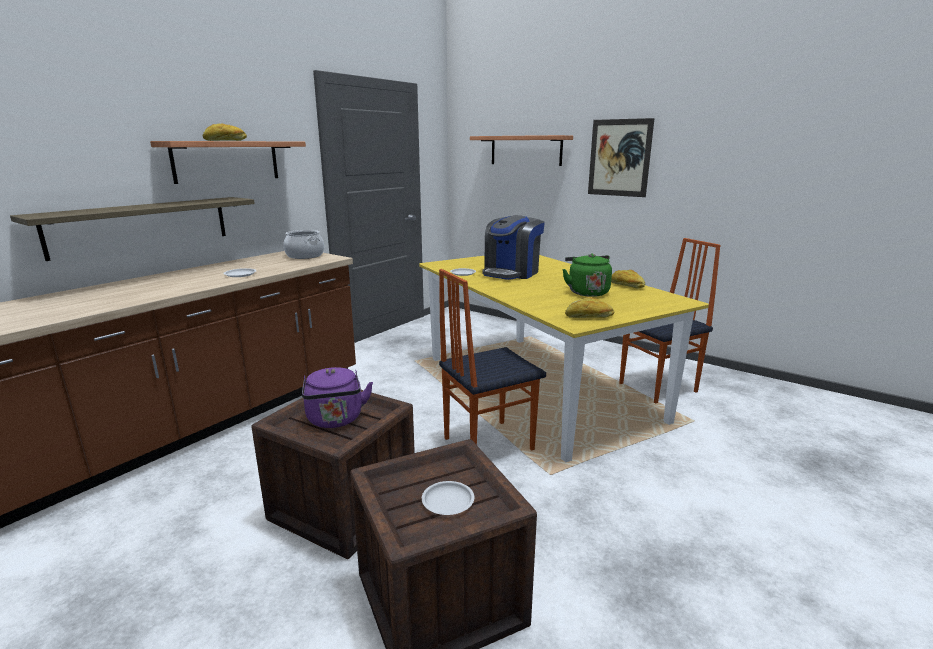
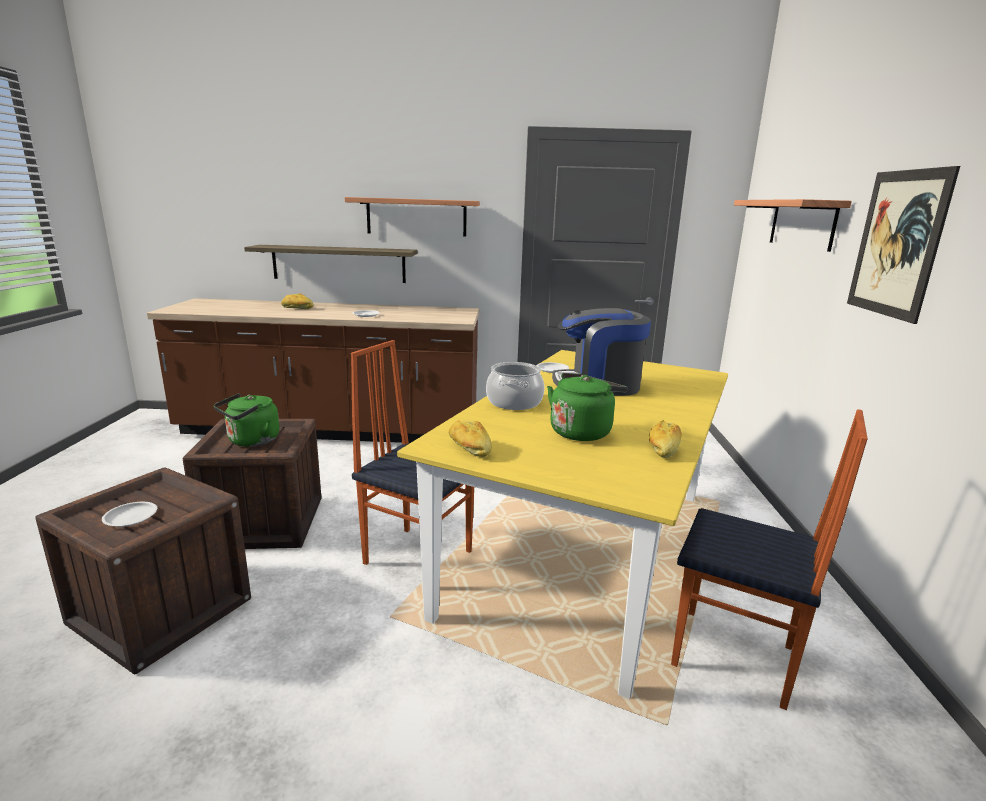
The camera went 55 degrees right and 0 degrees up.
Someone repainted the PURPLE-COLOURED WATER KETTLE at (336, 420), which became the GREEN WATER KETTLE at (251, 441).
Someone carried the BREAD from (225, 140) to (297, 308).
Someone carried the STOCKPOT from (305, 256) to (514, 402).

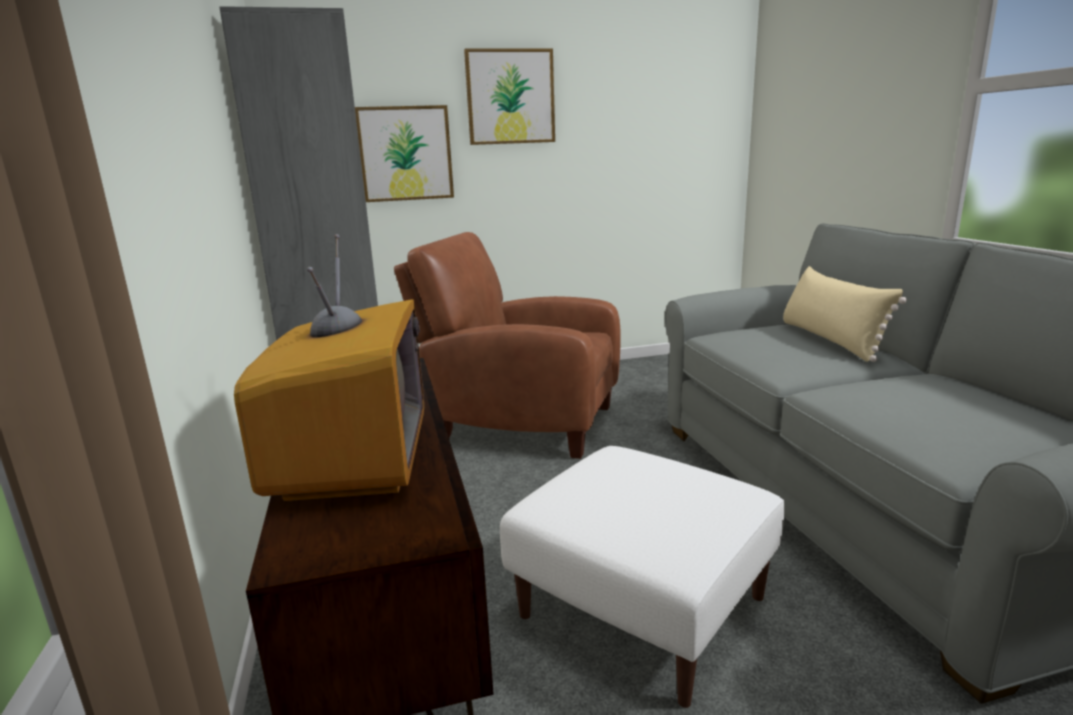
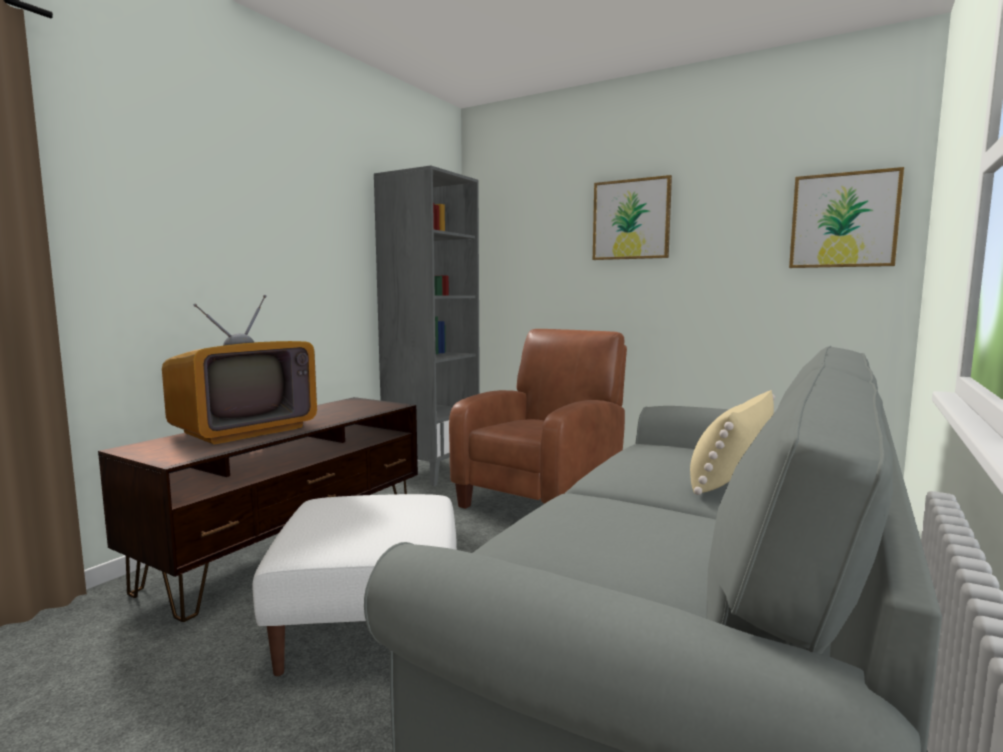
The camera went 45 degrees right and 10 degrees down.
Someone rotated the BROWNISH ARMCHAIR at (519, 423) by 60 degrees clockwise.
Someone carried the PICTURE from (405, 154) to (843, 220).

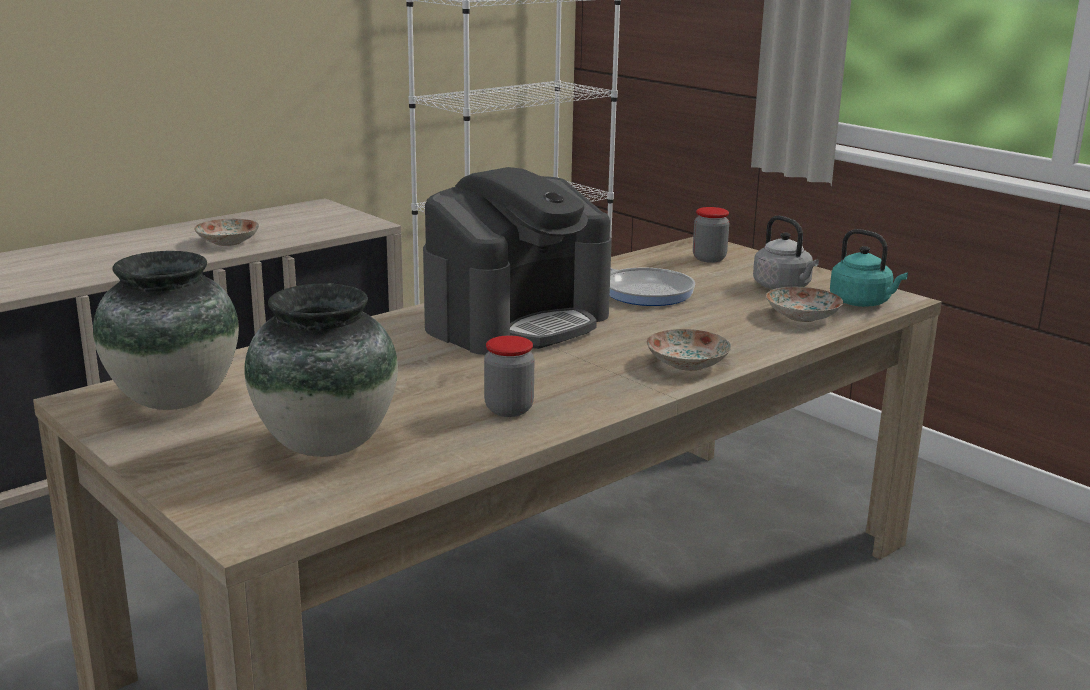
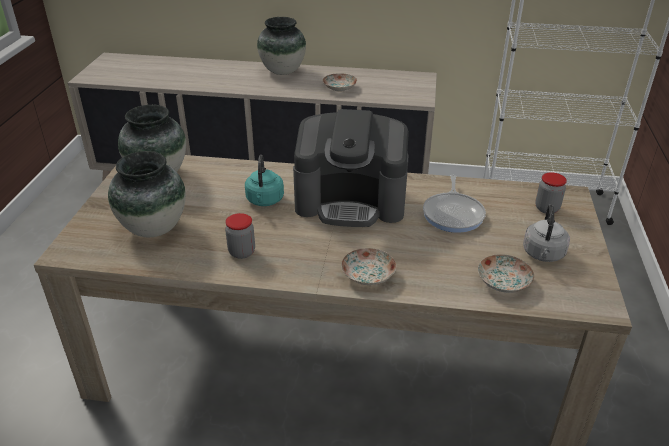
The camera went 50 degrees right and 15 degrees up.
Someone carried the TURQUOISE WATER KETTLE from (862, 303) to (264, 201).
Someone put down the FLOWER VASE at (283, 71).

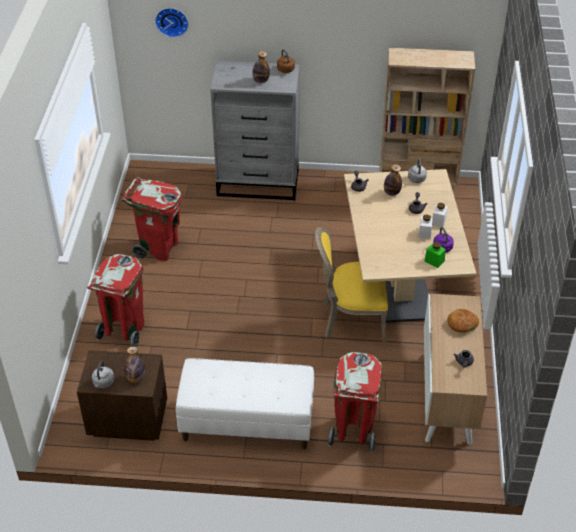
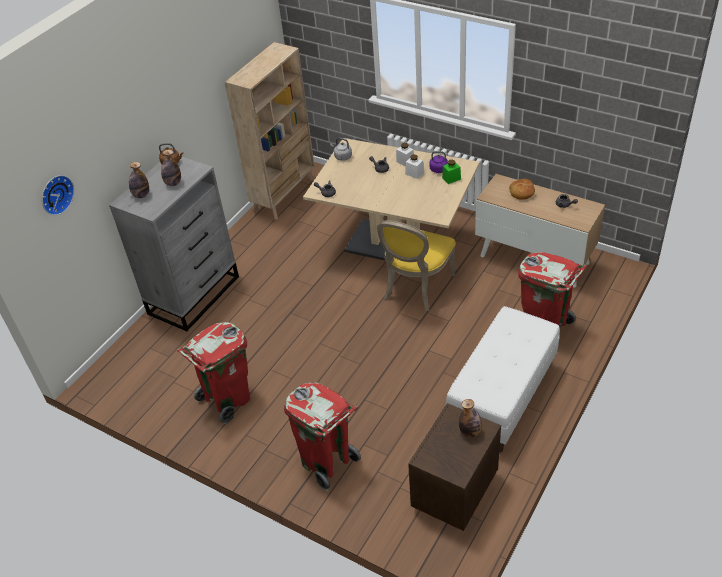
The camera went 60 degrees left and 0 degrees up.
Someone carried the BOTTLE from (391, 193) to (141, 195).
Someone took away the GREYISH WATER KETTLE at (103, 383).

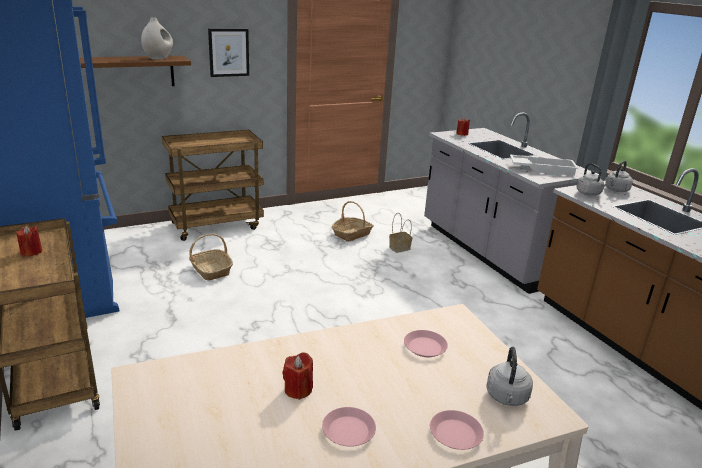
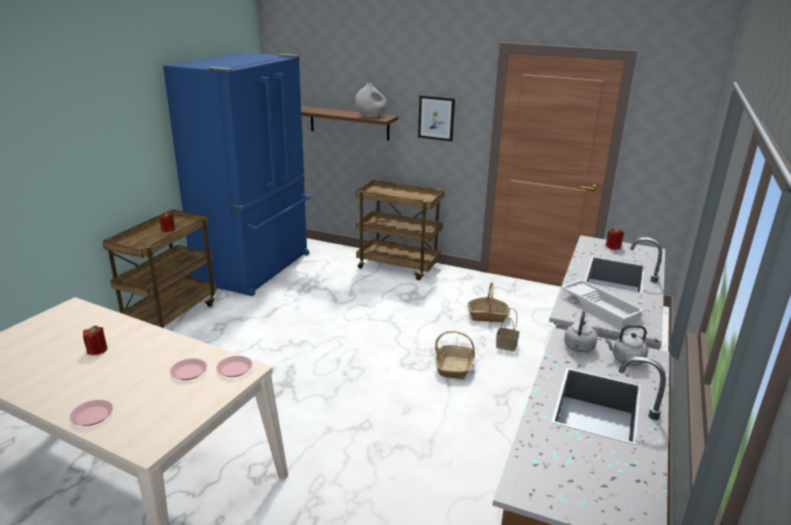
The camera went 50 degrees right and 0 degrees up.
Someone carried the PINKISH DINNER PLATE from (348, 431) to (235, 369).
Someone carried the BASKET from (210, 270) to (454, 367).
Someone took away the GREYISH WATER KETTLE at (507, 398).

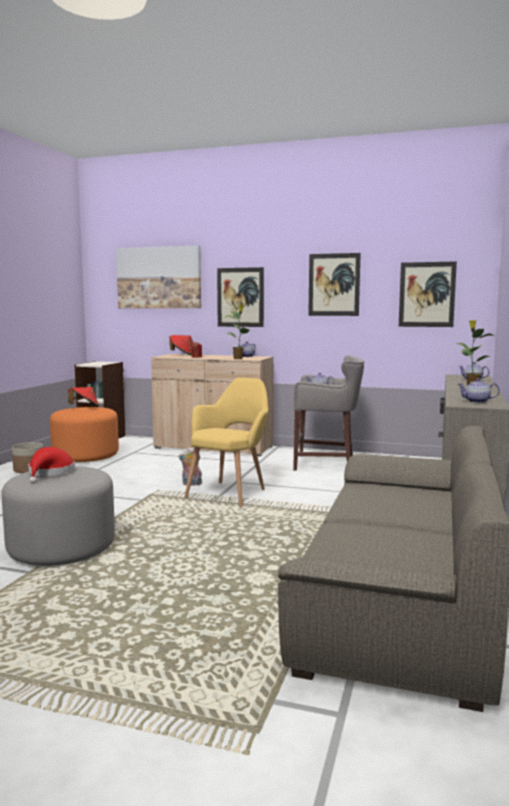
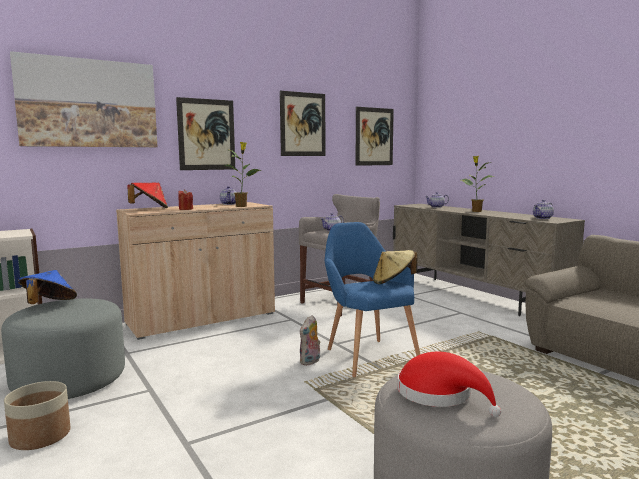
The camera went 50 degrees left and 0 degrees up.
Someone repainted the ORANGE-COLOURED POUFFE at (85, 455), which became the GREYISH POUFFE at (69, 380).
Someone repainted the RED CLOTHING HAT at (85, 407), which became the BLUISH CLOTHING HAT at (49, 305).
Someone repainted the YELLOWISH ARMCHAIR at (231, 492), which became the BLUISH ARMCHAIR at (367, 355).
Someone put down the BEIGE CLOTHING HAT at (393, 282).

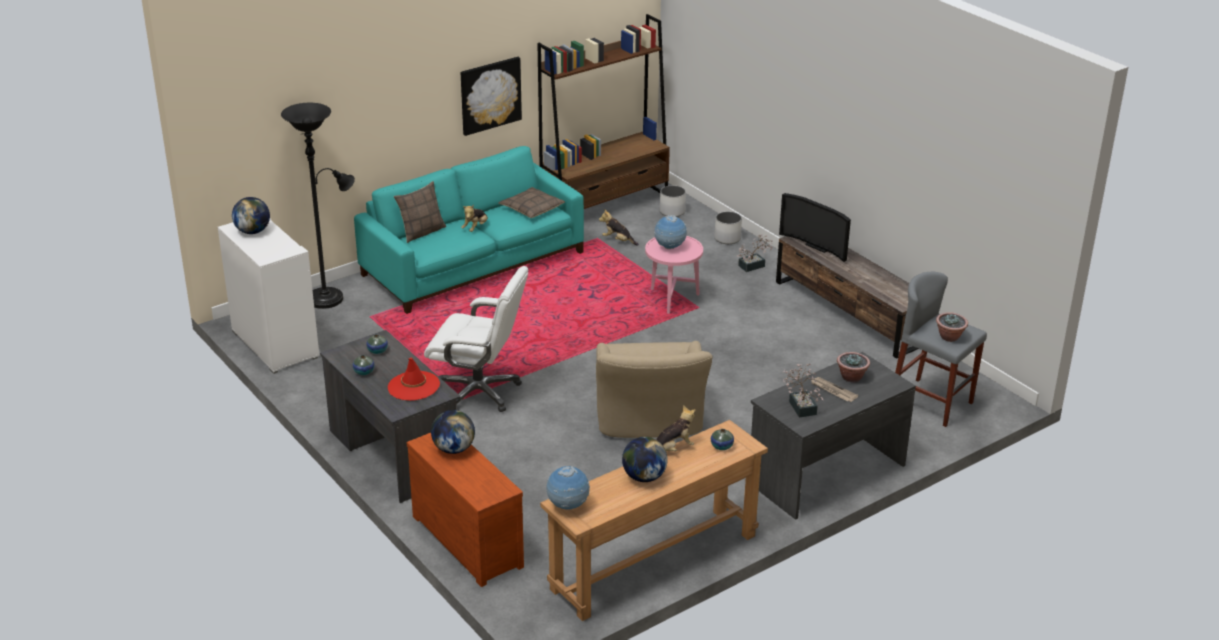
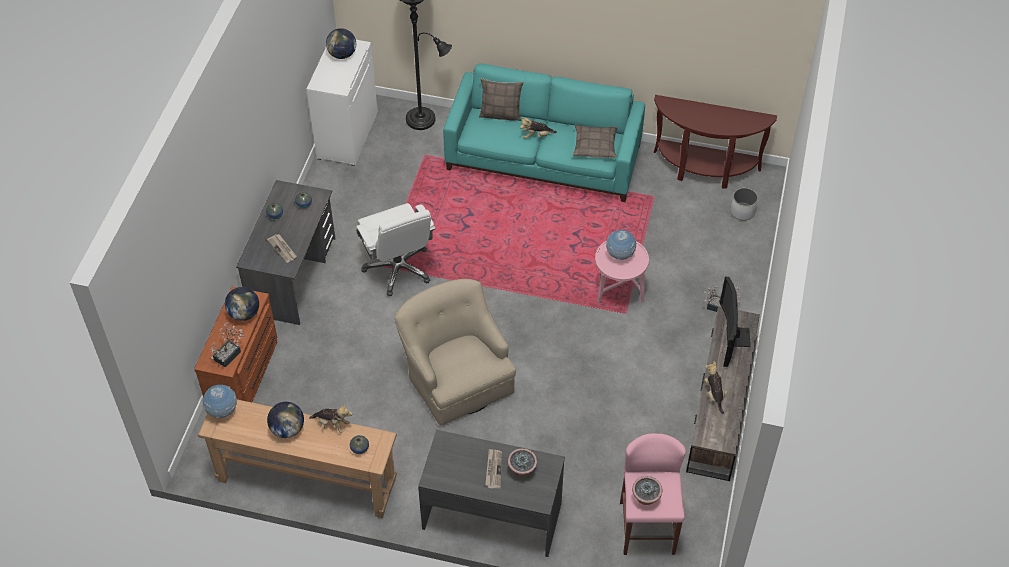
The camera went 50 degrees right and 20 degrees up.
Someone carried the PLANT IN A POT from (801, 405) to (230, 354).
Someone swapped the RED CLOTHING HAT at (413, 386) for the NEWSPAPER at (283, 249).
Someone rotated the BEIGE ARMCHAIR at (649, 420) by 105 degrees clockwise.
Someone repainted the GREYISH SITTING STOOL at (931, 402), which became the PINKISH SITTING STOOL at (647, 528).
Someone swapped the BROWNISH SHELVING UNIT at (605, 206) for the BROWNISH HALL TABLE at (704, 170).
Someone carried the SOFT TOY from (618, 240) to (714, 394).
Someone took away the PICTURE at (490, 95).
Someone took away the WHITE PLANT POT at (727, 238).

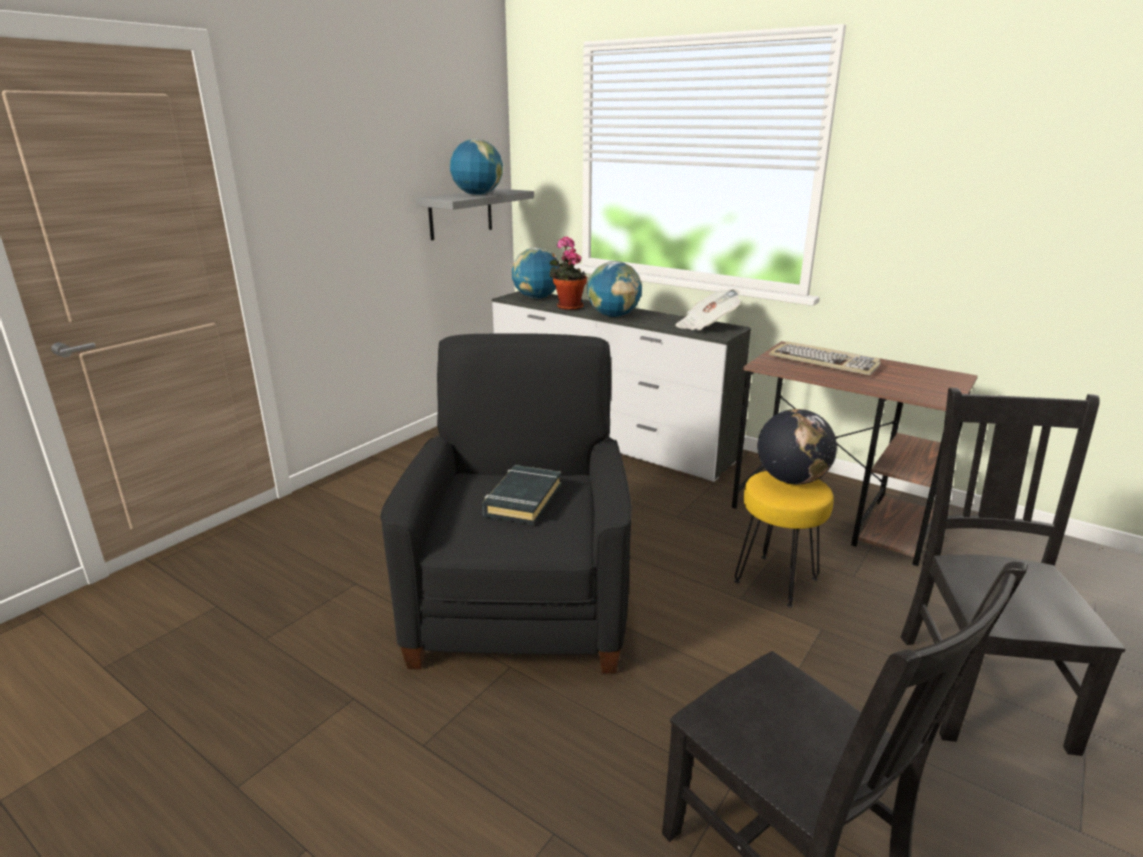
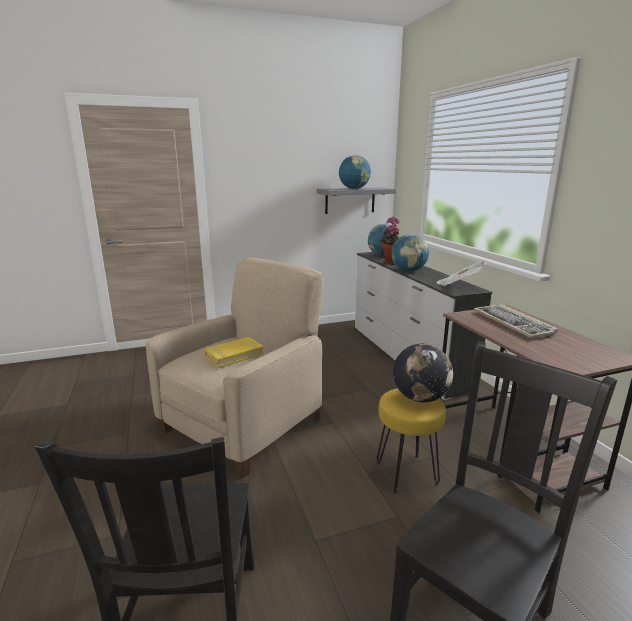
The camera went 35 degrees right and 5 degrees down.
Someone repainted the BLACK-COLOURED ARMCHAIR at (521, 605), which became the BEIGE ARMCHAIR at (244, 424).
Someone repainted the BLACK-COLOURED BOOK at (522, 500), which became the YELLOWISH BOOK at (234, 355).

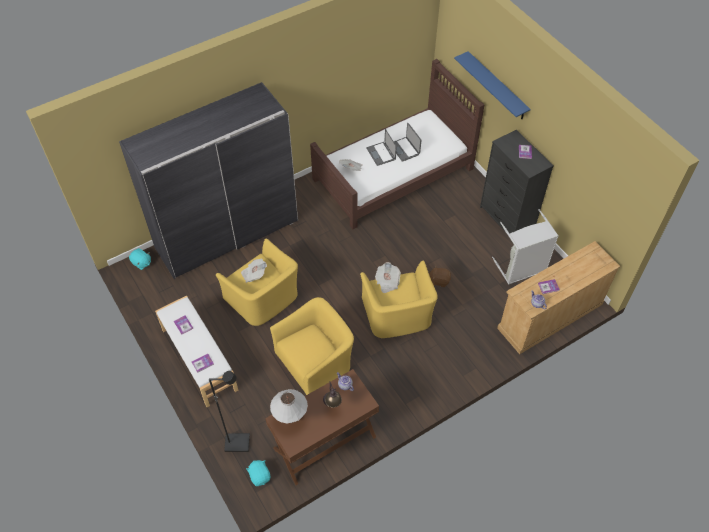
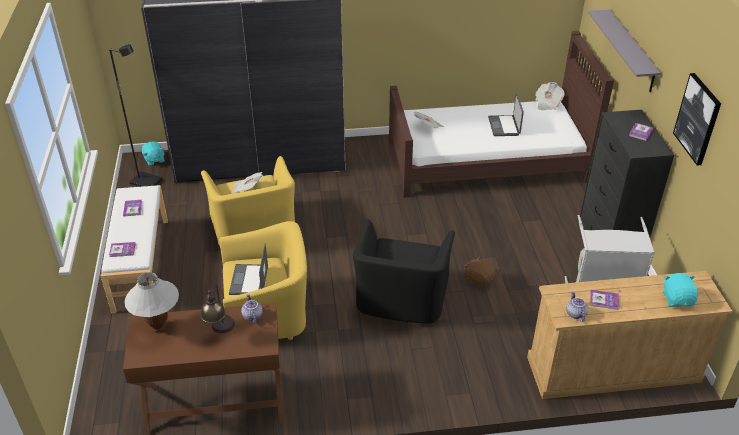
The camera went 25 degrees right and 15 degrees down.
Someone carried the BLACK-COLOURED STANDARD LAMP from (237, 442) to (147, 182).
Someone carried the NOTEBOOK COMPUTER from (381, 154) to (249, 280).
Someone repainted the YELLOWISH ARMCHAIR at (397, 315), which became the BLACK-COLOURED ARMCHAIR at (401, 298).
Someone carried the NEWSPAPER from (387, 282) to (547, 104).
Someone repainted the BLUISH WALL SHELF at (497, 86), which became the GREYISH WALL SHELF at (631, 51).
Someone carried the TURQUOISE SOFT TOY from (260, 476) to (677, 299).
Someone put up the PICTURE at (698, 119).

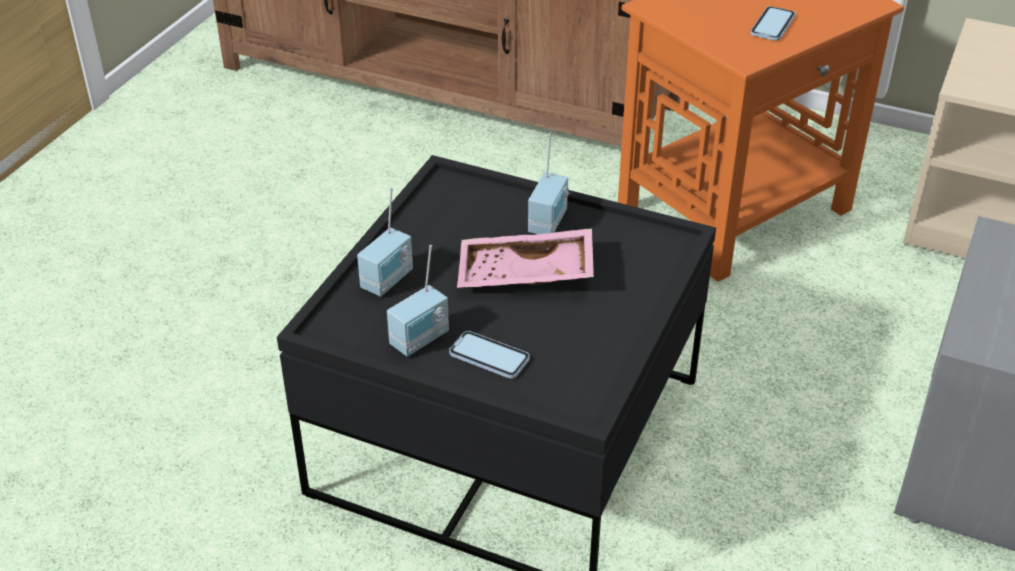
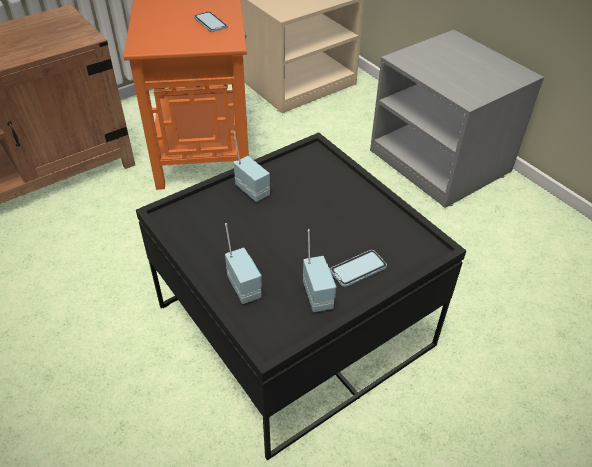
The camera went 60 degrees left and 5 degrees up.
Someone took away the PINKISH TRAY at (525, 275).

